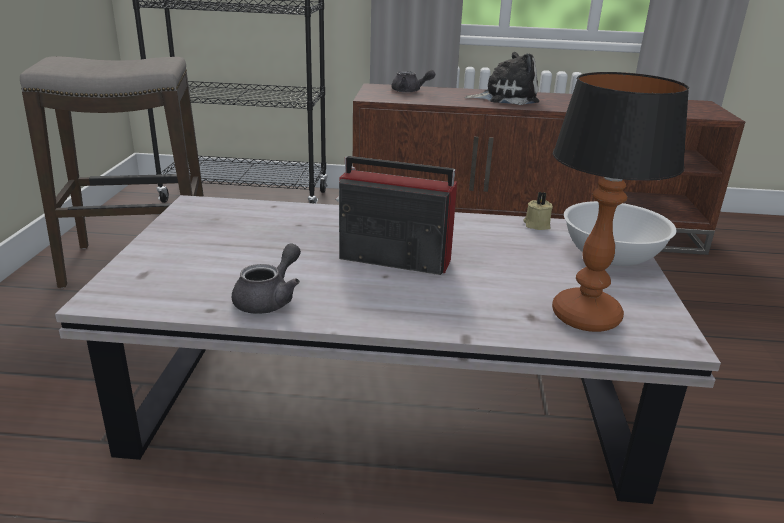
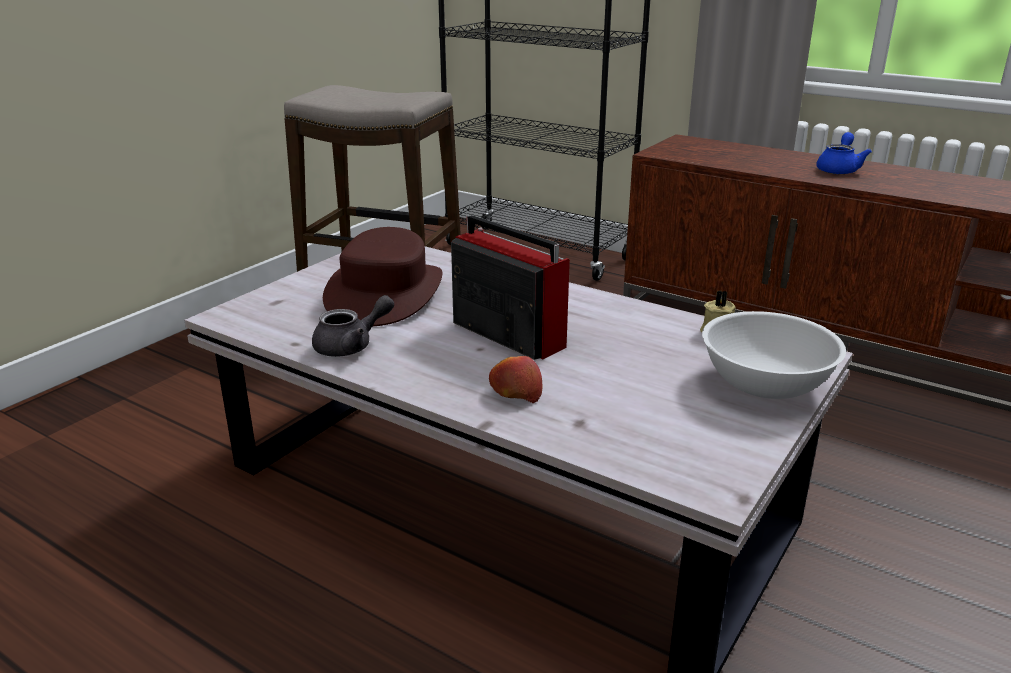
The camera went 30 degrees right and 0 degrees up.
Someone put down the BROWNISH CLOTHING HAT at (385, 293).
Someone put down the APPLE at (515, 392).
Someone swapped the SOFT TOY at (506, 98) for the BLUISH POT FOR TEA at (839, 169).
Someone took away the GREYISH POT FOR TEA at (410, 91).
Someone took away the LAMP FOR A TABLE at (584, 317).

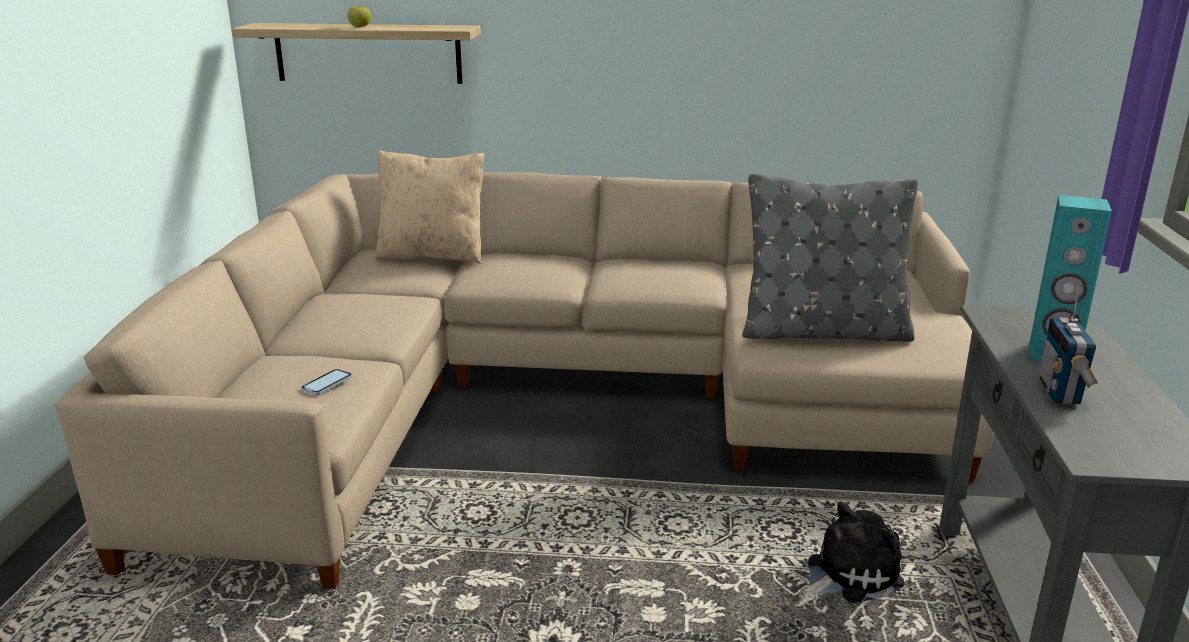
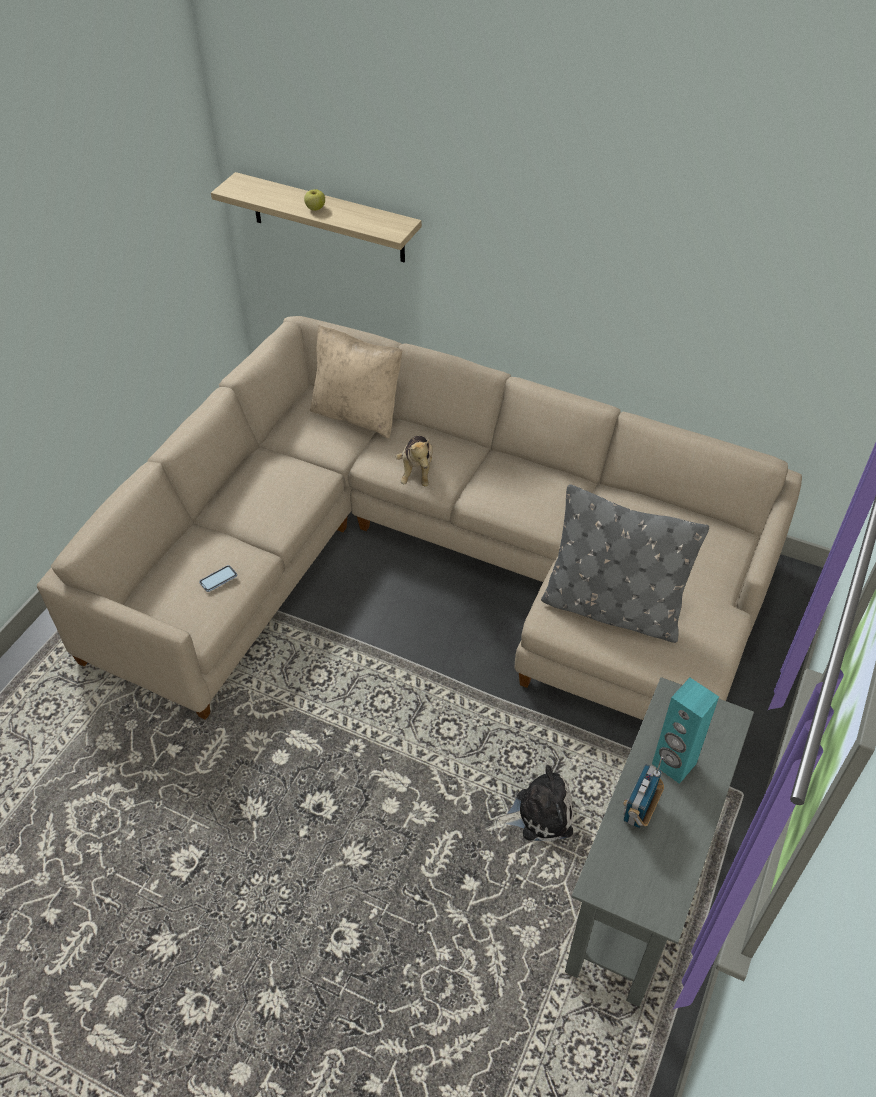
The camera went 20 degrees right and 25 degrees up.
Someone put down the SOFT TOY at (417, 471).

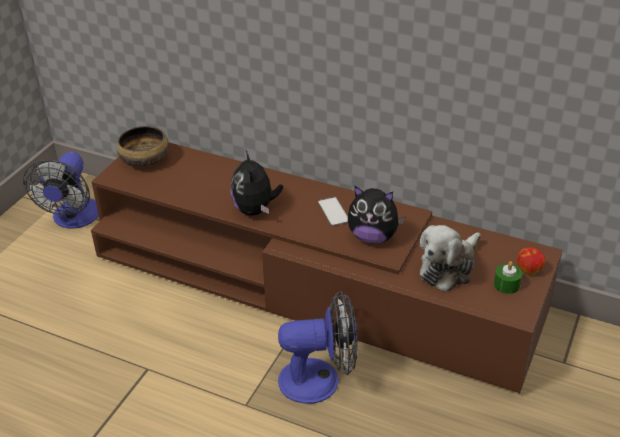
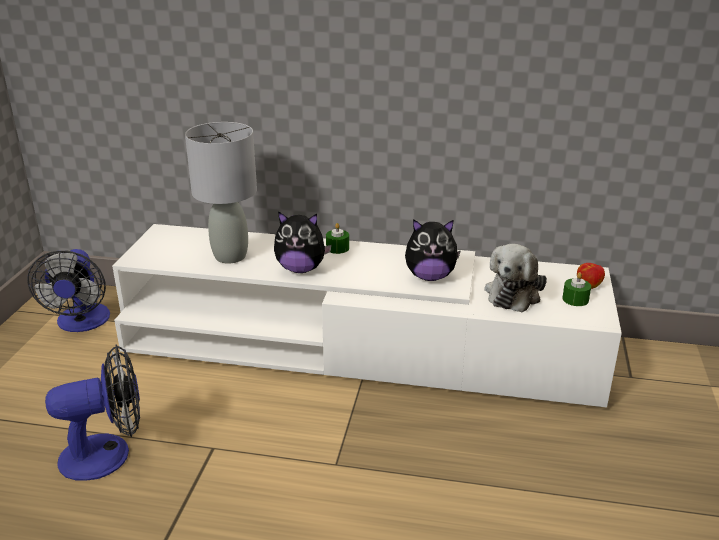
The camera went 15 degrees left and 10 degrees down.
Someone carried the ELECTRIC FAN from (320, 379) to (108, 454).
Someone repainted the BROWNISH TV STAND at (311, 284), which became the WHITE TV STAND at (359, 347).
Someone put down the GREYISH LAMP FOR A TABLE at (230, 256).
Someone rotated the SOFT TOY at (255, 210) by 60 degrees counterclockwise.
Someone put down the GREEN WAX LIGHT at (337, 248).
Someone took away the SERVING BOWL at (145, 160).
Someone took away the HANDSET at (333, 211).

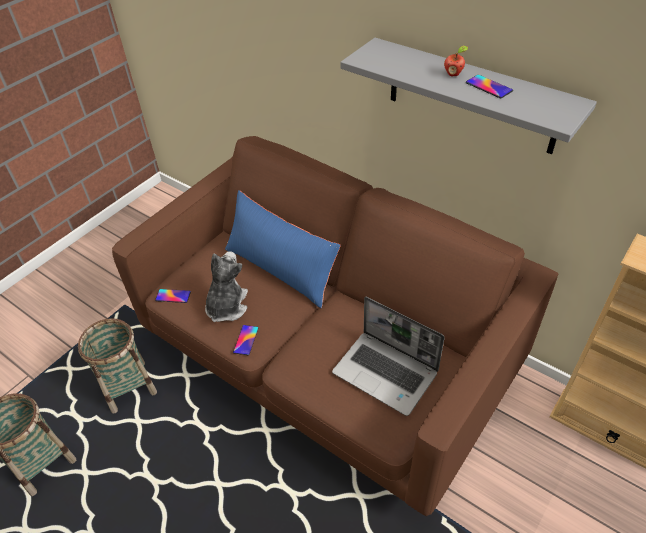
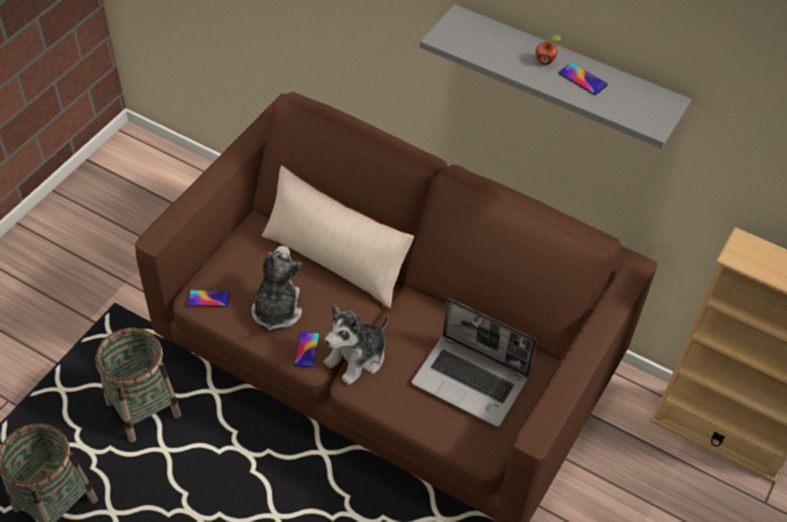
The camera went 10 degrees left and 5 degrees up.
Someone repainted the BLUISH PILLOW at (281, 268), which became the BEIGE PILLOW at (335, 259).
Someone put down the SOFT TOY at (357, 358).

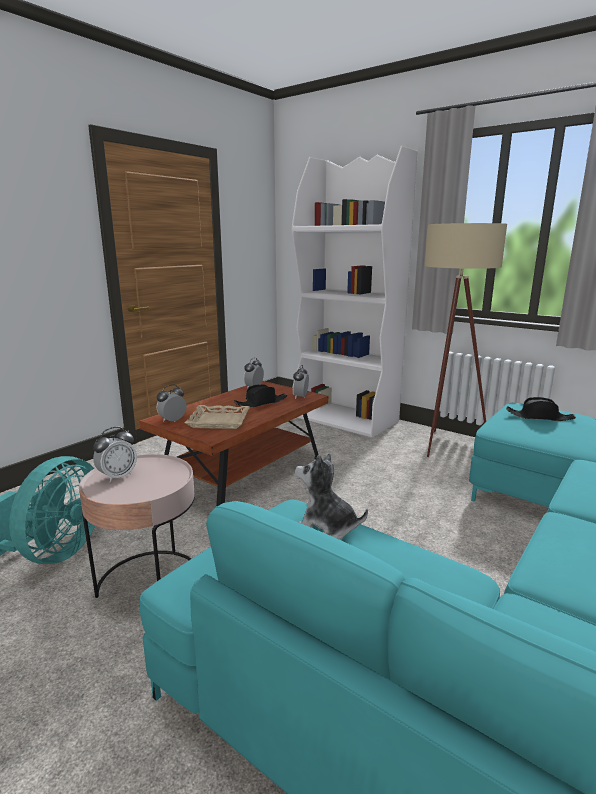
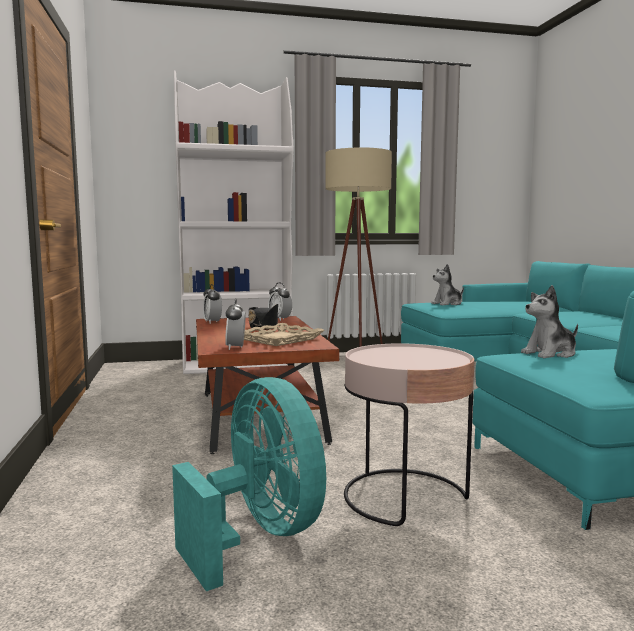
The camera went 50 degrees left and 10 degrees down.
Someone swapped the BLACK-COLOURED CLOTHING HAT at (539, 417) for the SOFT TOY at (447, 304).
Someone took away the TABLE CLOCK at (117, 476).

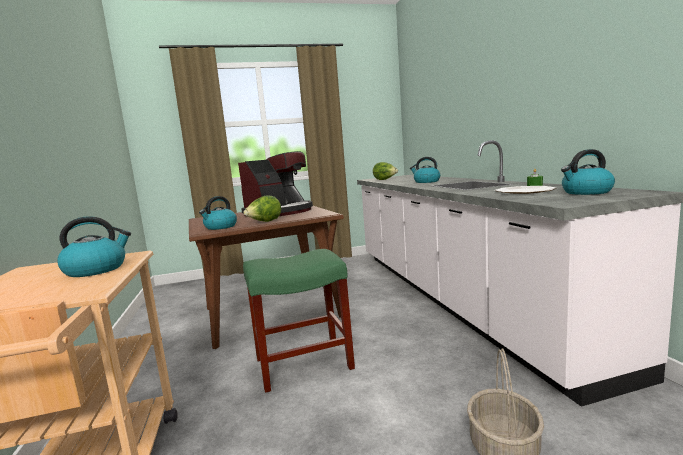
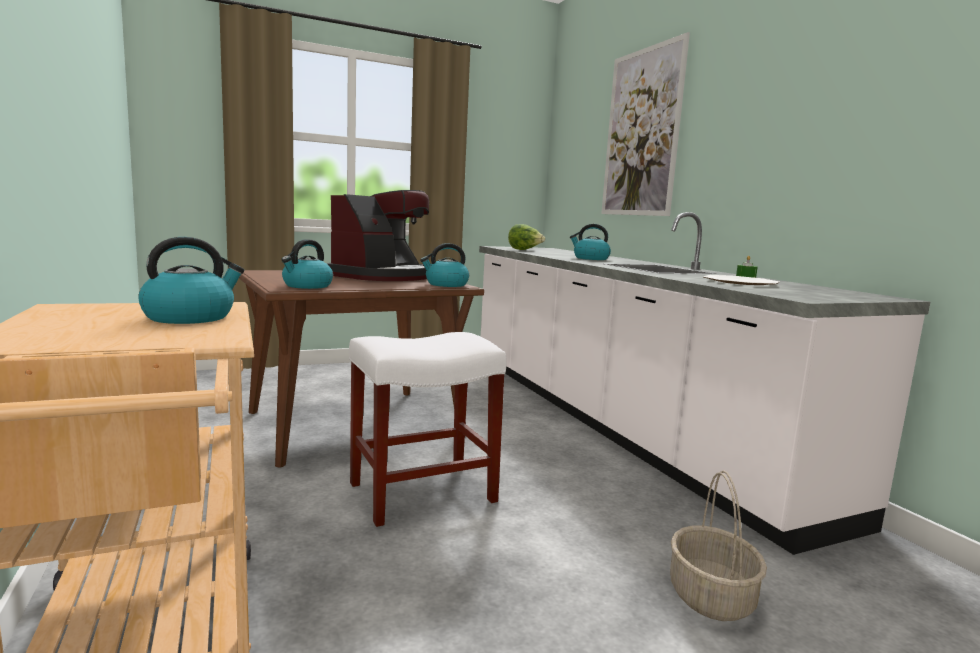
The camera went 10 degrees left and 0 degrees up.
Someone repainted the GREEN SITTING STOOL at (302, 364), which became the WHITE SITTING STOOL at (420, 493).
Someone carried the WATER KETTLE from (586, 192) to (446, 284).
Someone put up the PICTURE at (641, 133).
Someone took away the HEAD OF LETTUCE at (264, 222).

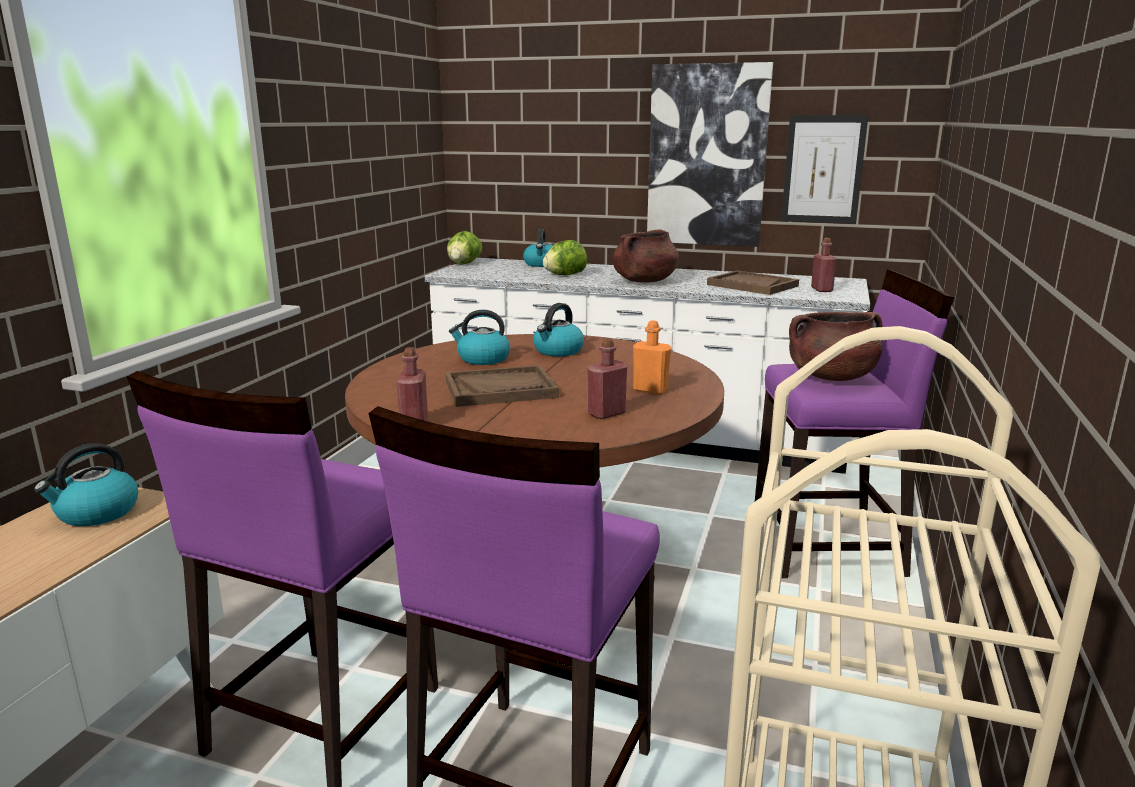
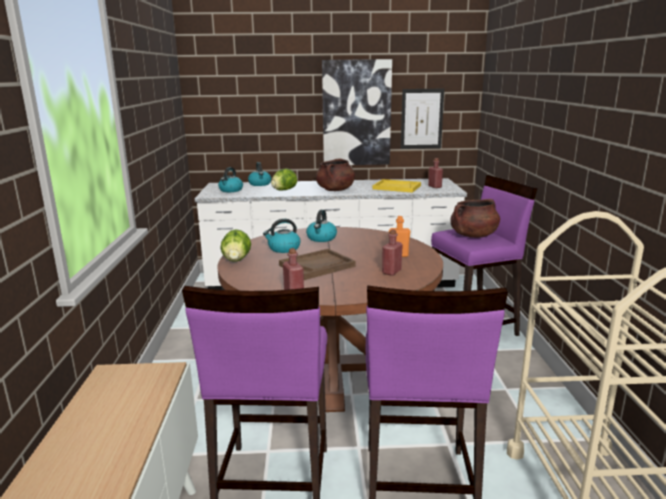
The camera went 20 degrees left and 0 degrees up.
Someone carried the WATER KETTLE from (96, 513) to (231, 190).
Someone carried the HEAD OF LETTUCE from (464, 264) to (237, 260).
Someone repainted the BROWNISH TRAY at (752, 285), which became the YELLOWISH TRAY at (396, 187).

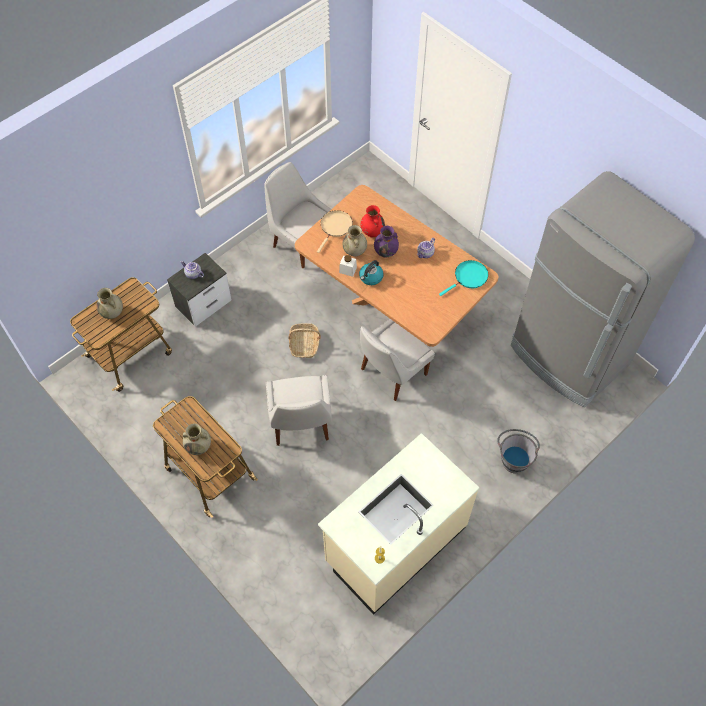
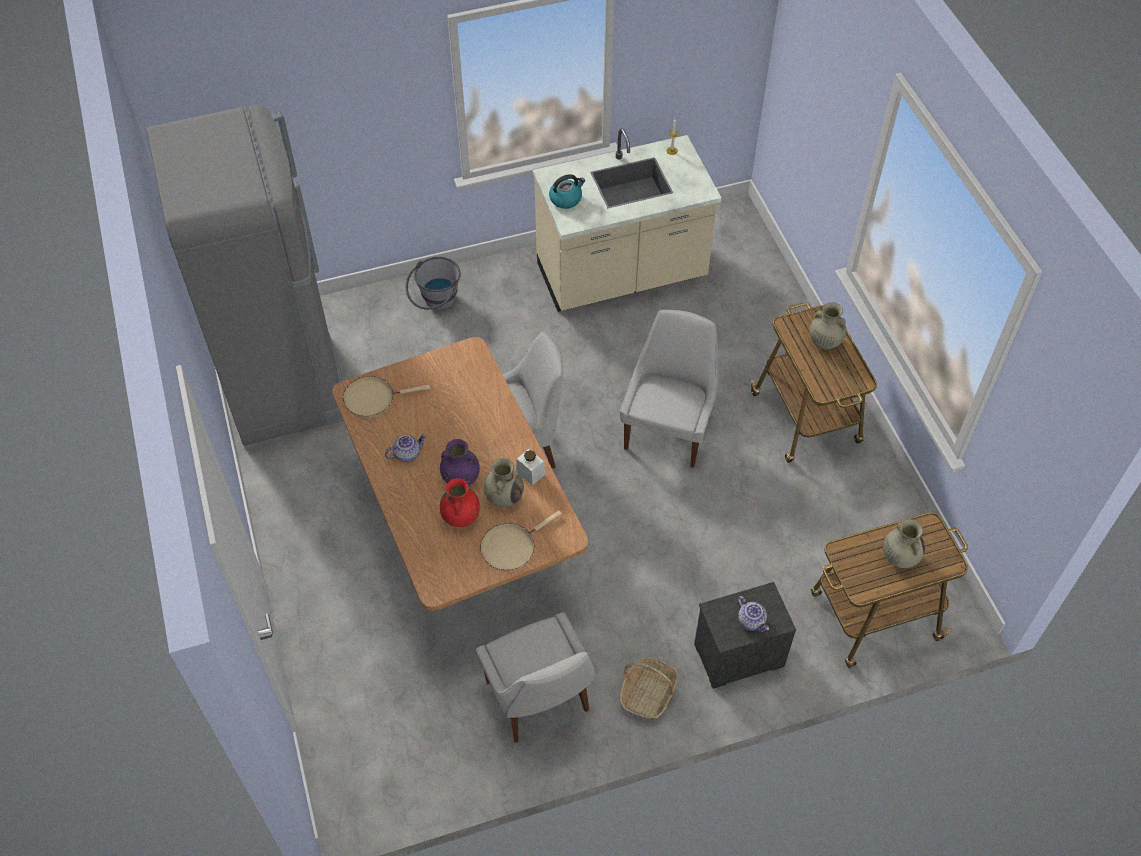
The camera went 155 degrees left and 5 degrees down.
Someone repainted the TURQUOISE SKILLET at (469, 277), which became the BEIGE SKILLET at (373, 398).
Someone carried the WATER KETTLE from (370, 277) to (566, 199).
Someone carried the BASKET from (304, 344) to (648, 693).

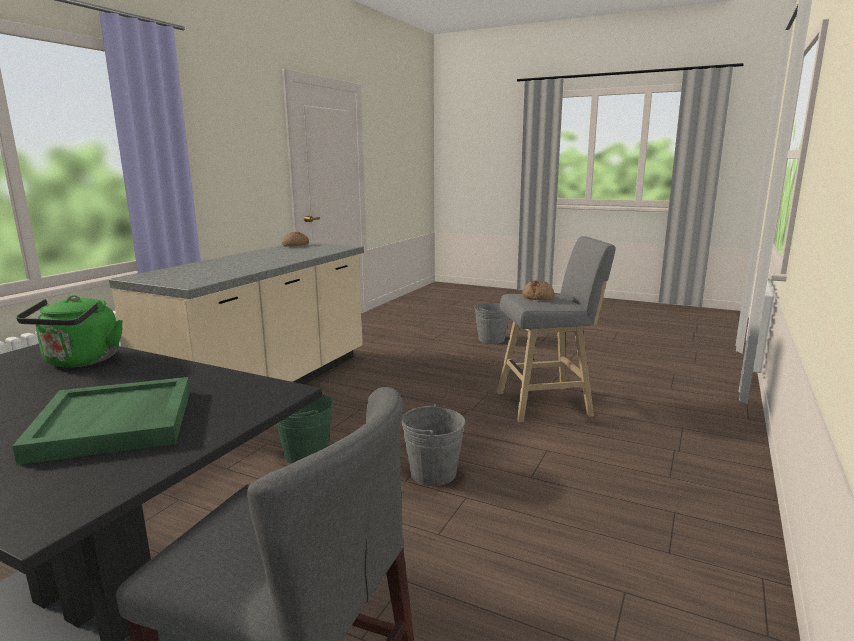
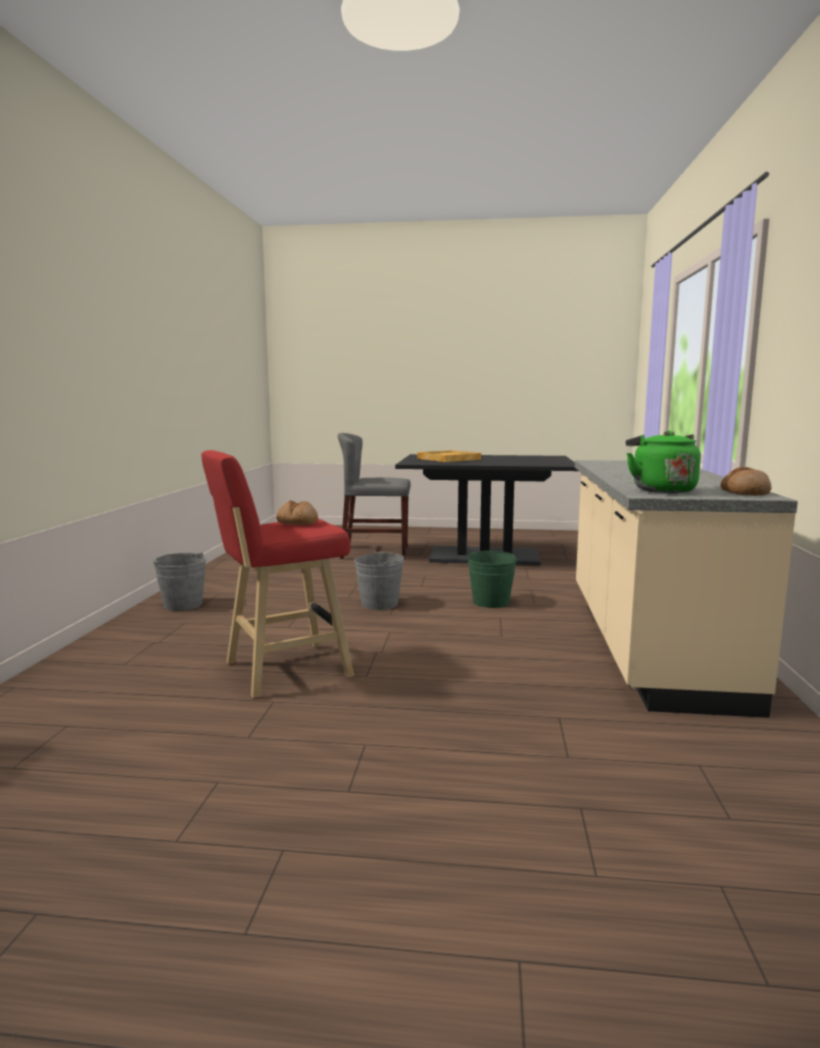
The camera went 160 degrees right and 5 degrees down.
Someone carried the GREYISH BUCKET from (491, 339) to (183, 605).
Someone repainted the GREYISH SITTING STOOL at (548, 404), which became the RED SITTING STOOL at (281, 671).
Someone repainted the GREEN TRAY at (116, 423), which became the BEIGE TRAY at (448, 459).
Someone carried the GREEN WATER KETTLE from (80, 361) to (660, 490).

